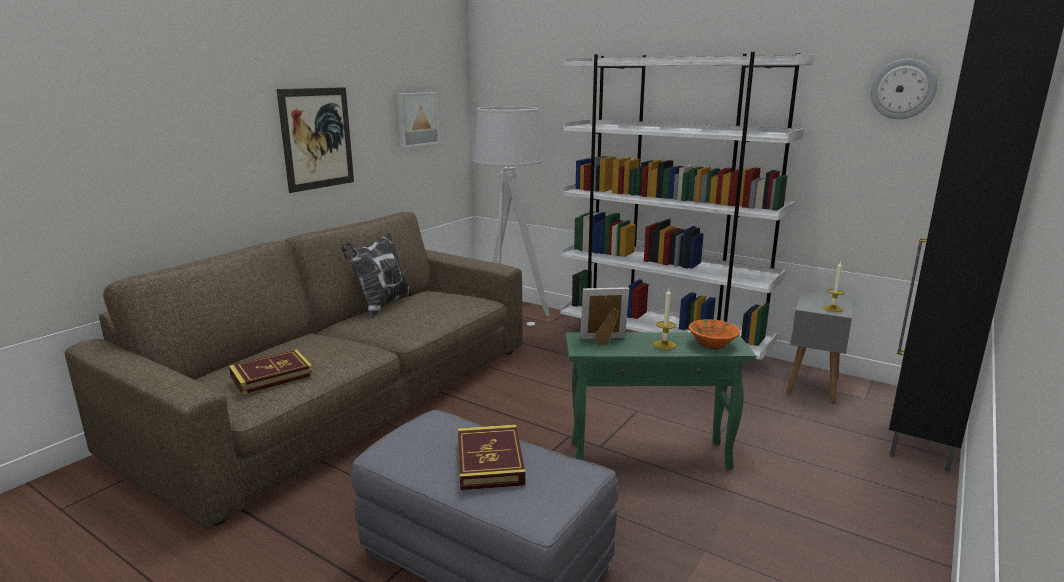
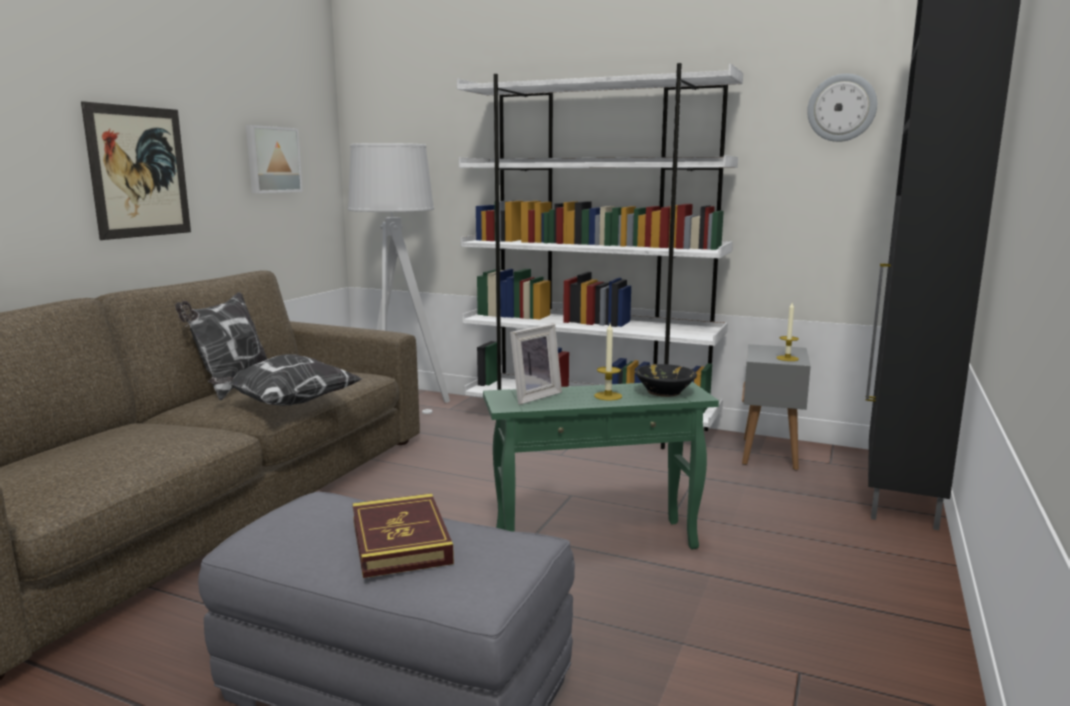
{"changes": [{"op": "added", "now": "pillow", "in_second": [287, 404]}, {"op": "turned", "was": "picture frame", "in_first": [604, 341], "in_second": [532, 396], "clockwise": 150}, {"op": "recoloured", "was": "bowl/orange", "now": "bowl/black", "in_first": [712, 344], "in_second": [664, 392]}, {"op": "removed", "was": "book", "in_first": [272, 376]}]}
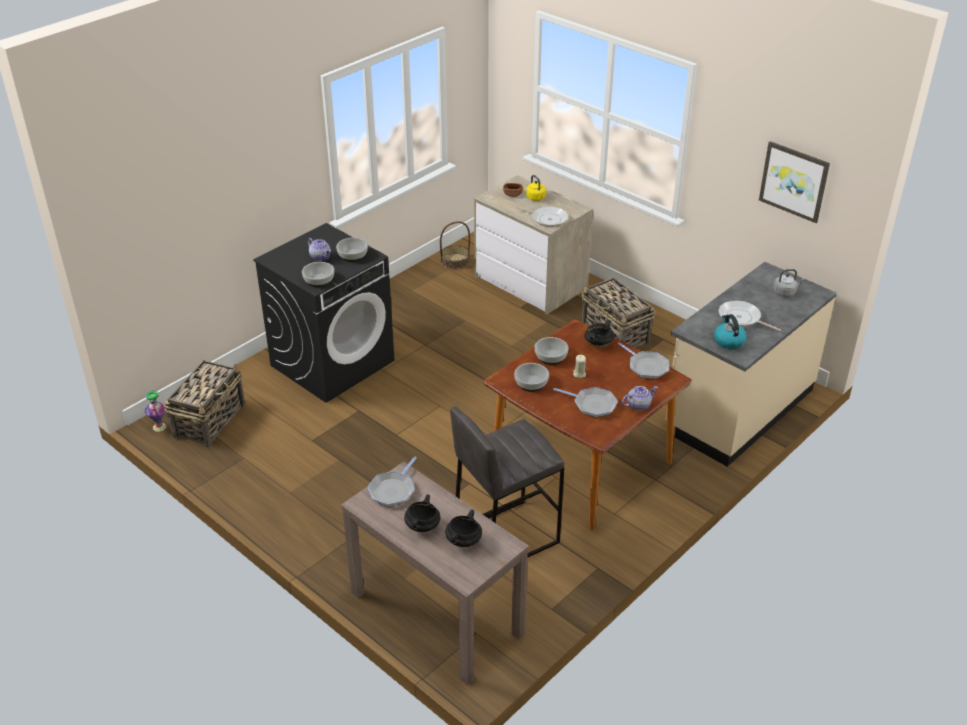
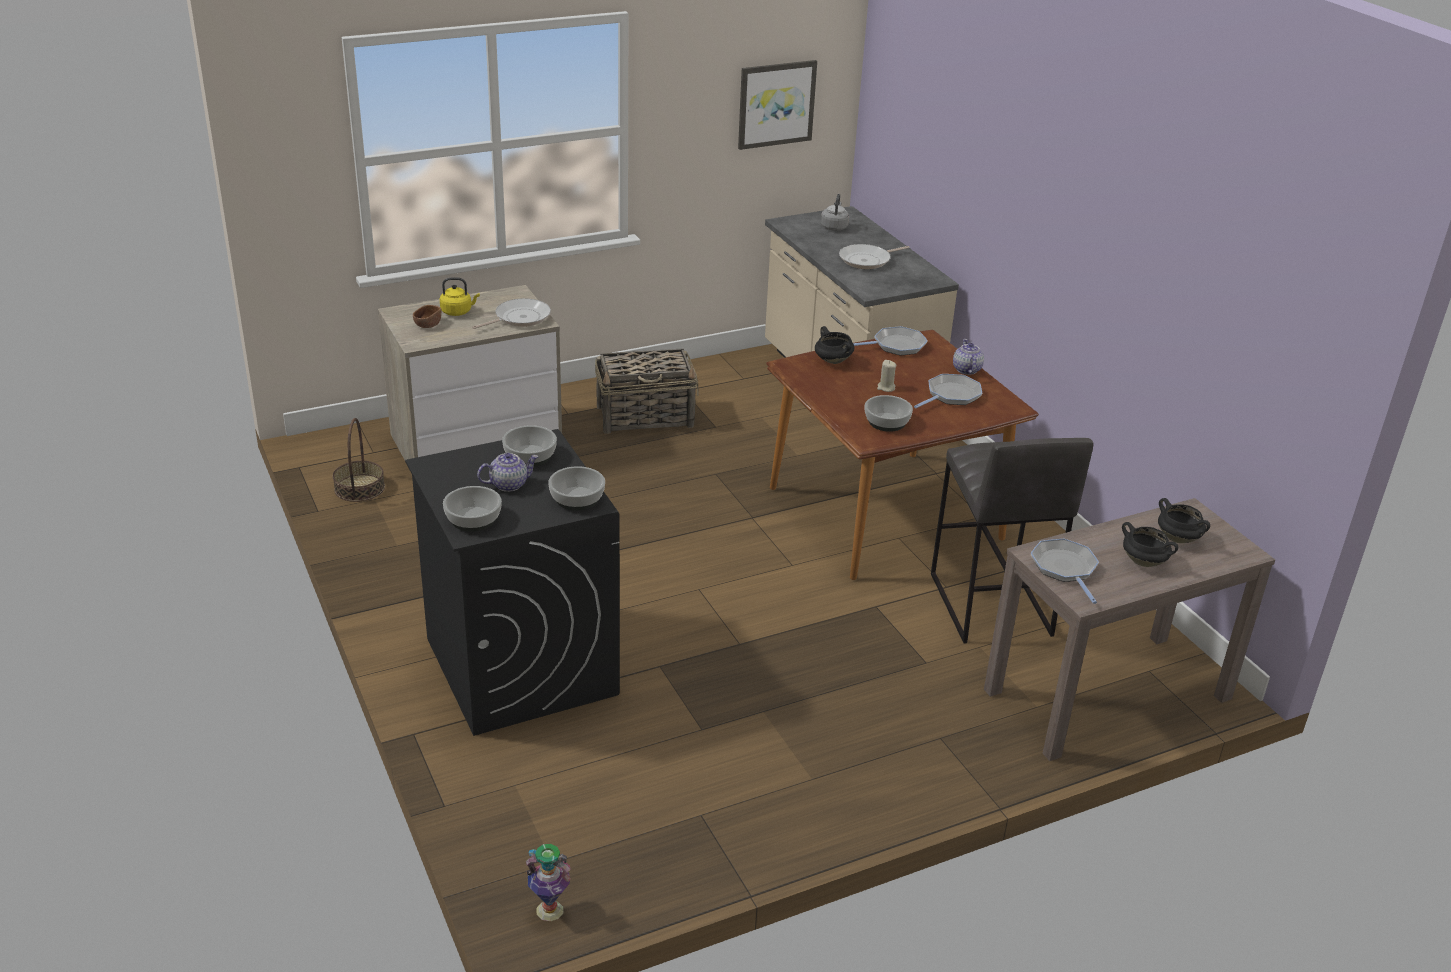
{"changes": [{"op": "moved", "was": "bowl", "in_first": [550, 356], "in_second": [472, 519]}, {"op": "turned", "was": "frying pan", "in_first": [393, 490], "in_second": [1065, 569], "clockwise": -150}, {"op": "removed", "was": "basket", "in_first": [210, 420]}, {"op": "removed", "was": "kettle", "in_first": [728, 341]}]}
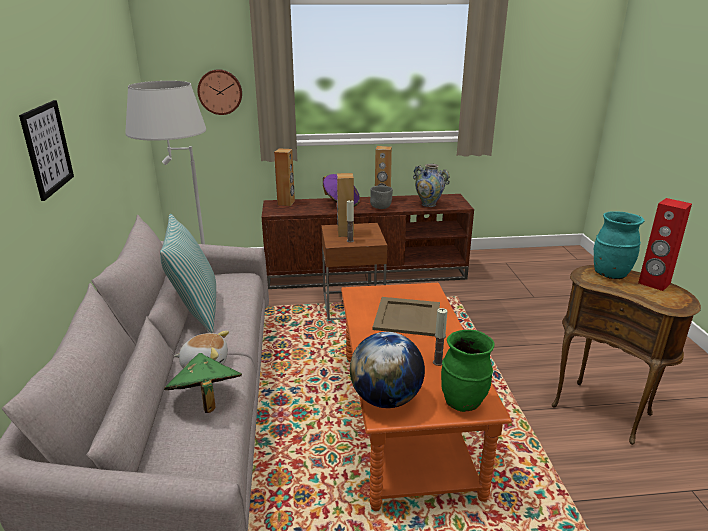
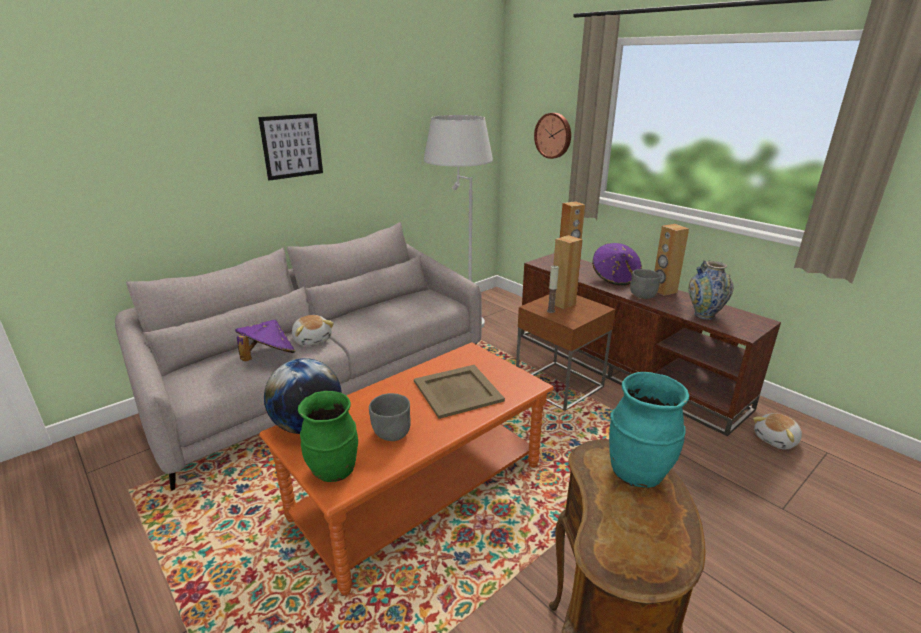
{"changes": [{"op": "recoloured", "was": "hat/green", "now": "hat/purple", "in_first": [206, 401], "in_second": [268, 357]}, {"op": "replaced", "was": "candle", "now": "bowl/grey", "in_first": [438, 362], "in_second": [391, 435]}, {"op": "added", "now": "plush toy", "in_second": [776, 440]}, {"op": "removed", "was": "pillow", "in_first": [196, 310]}, {"op": "removed", "was": "speaker/red", "in_first": [654, 283]}]}
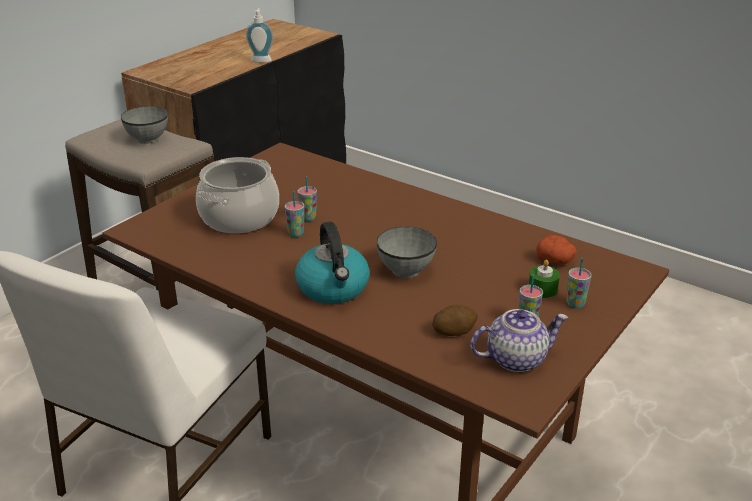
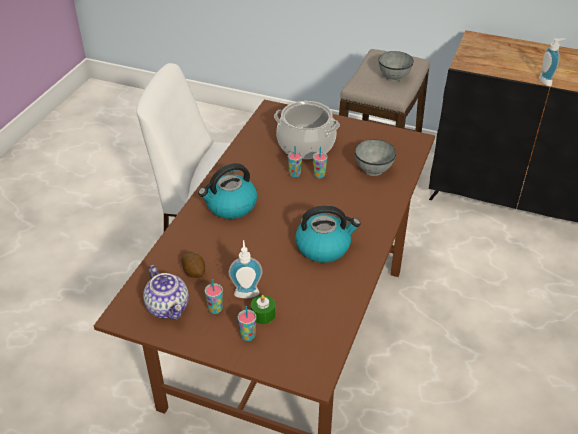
{"changes": [{"op": "added", "now": "soap dispenser", "in_second": [246, 291]}, {"op": "added", "now": "kettle", "in_second": [324, 247]}, {"op": "moved", "was": "bowl/grey", "in_first": [406, 271], "in_second": [373, 170]}, {"op": "removed", "was": "potato", "in_first": [555, 260]}]}
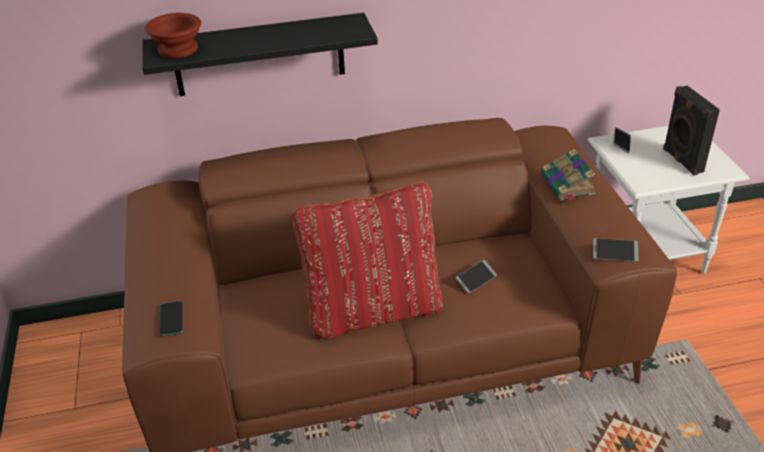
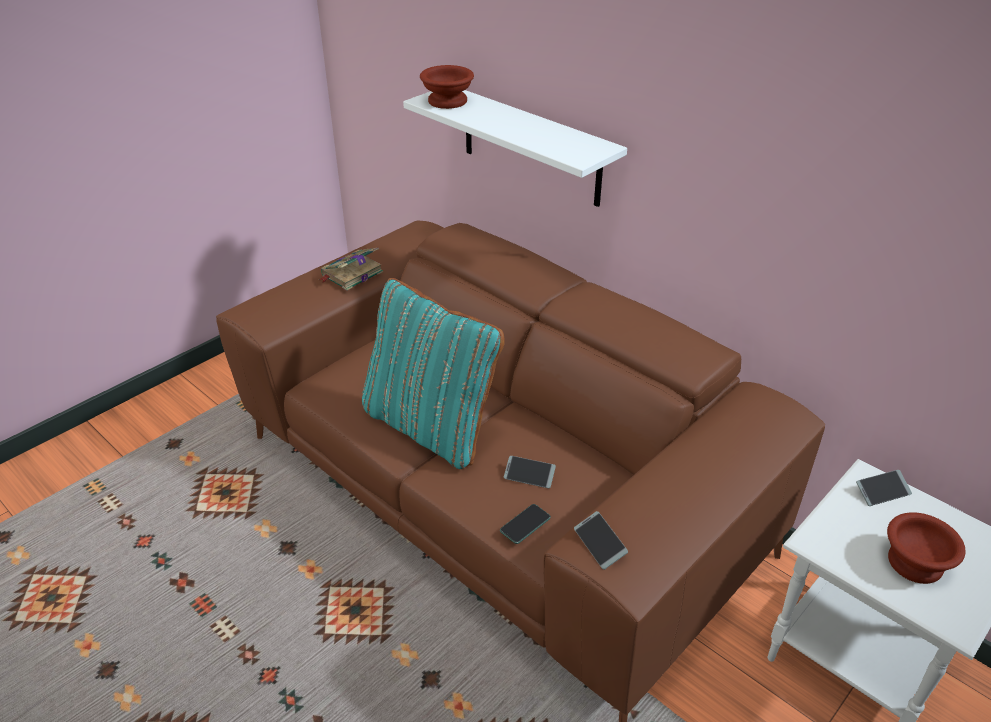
{"changes": [{"op": "moved", "was": "book", "in_first": [567, 185], "in_second": [351, 274]}, {"op": "recoloured", "was": "pillow/red", "now": "pillow/turquoise", "in_first": [373, 310], "in_second": [431, 426]}, {"op": "recoloured", "was": "shelf/black", "now": "shelf/white", "in_first": [259, 55], "in_second": [531, 146]}, {"op": "moved", "was": "phone", "in_first": [171, 319], "in_second": [525, 524]}, {"op": "replaced", "was": "speaker/black", "now": "bowl/brown", "in_first": [681, 161], "in_second": [916, 565]}]}
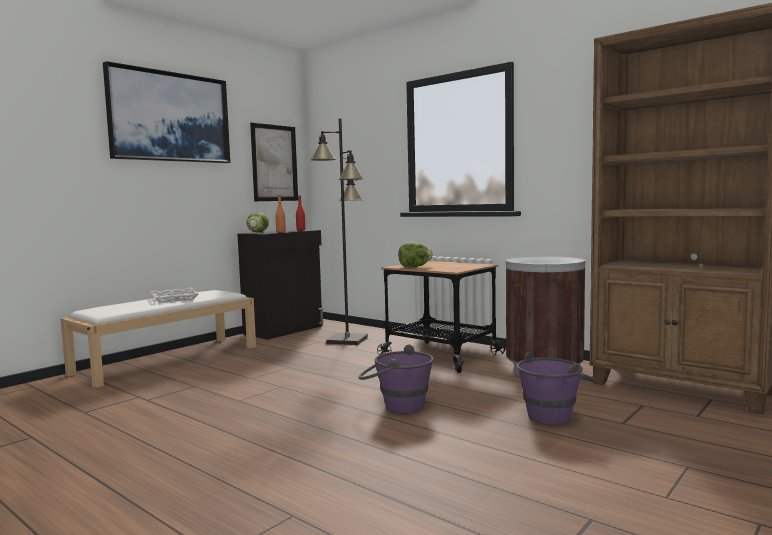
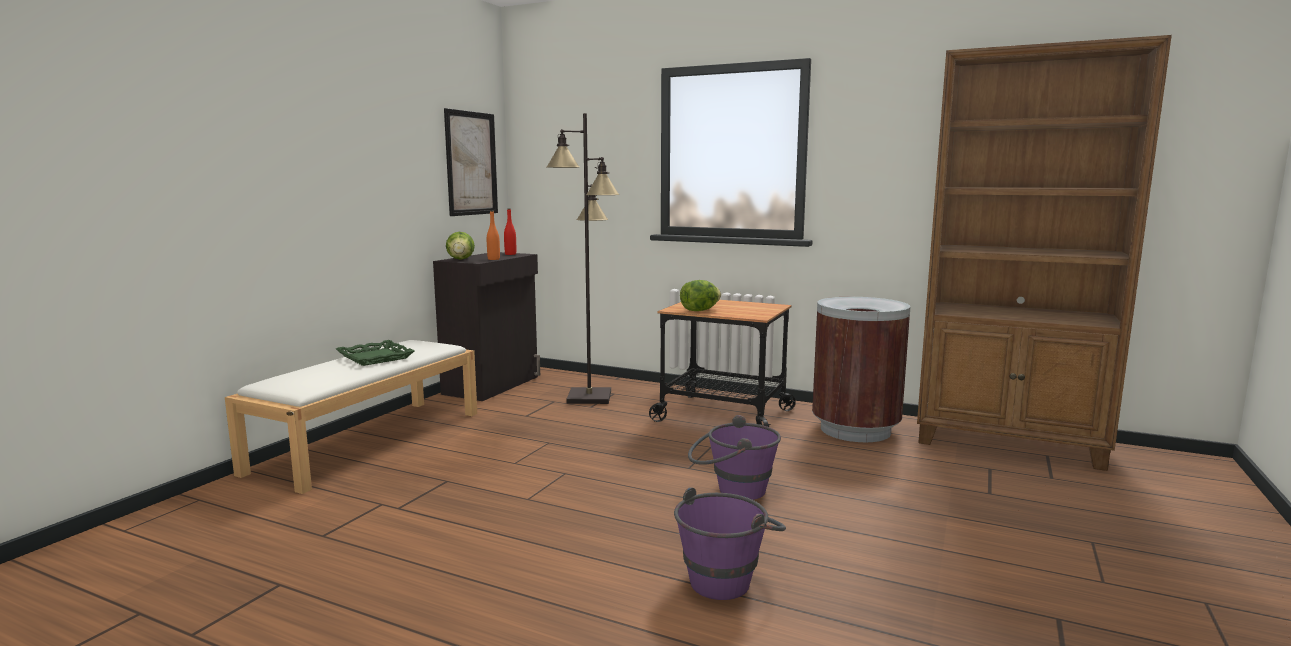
{"changes": [{"op": "recoloured", "was": "tray/white", "now": "tray/green", "in_first": [175, 298], "in_second": [376, 357]}, {"op": "moved", "was": "bucket/purple", "in_first": [555, 415], "in_second": [727, 577]}, {"op": "removed", "was": "picture", "in_first": [170, 117]}]}
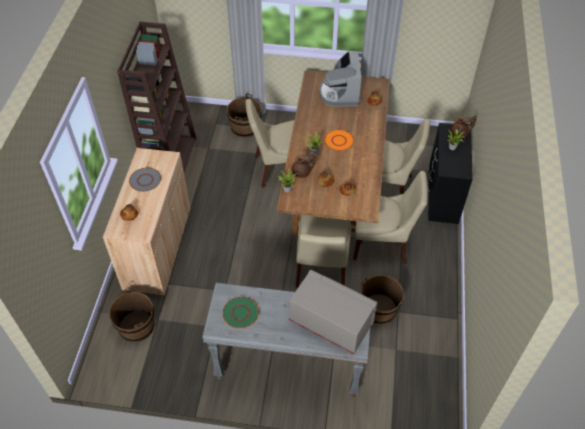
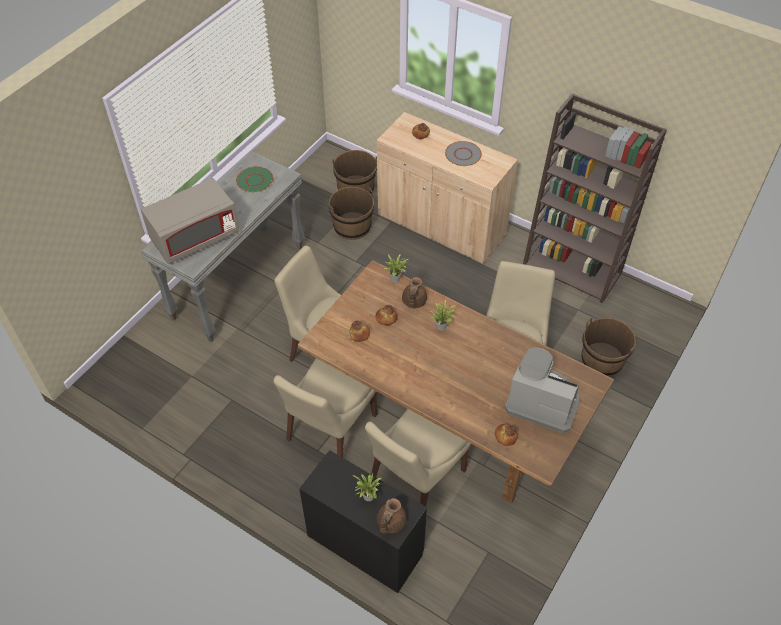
{"changes": [{"op": "moved", "was": "bucket/brown", "in_first": [379, 309], "in_second": [352, 226]}, {"op": "removed", "was": "plate/orange", "in_first": [339, 140]}]}
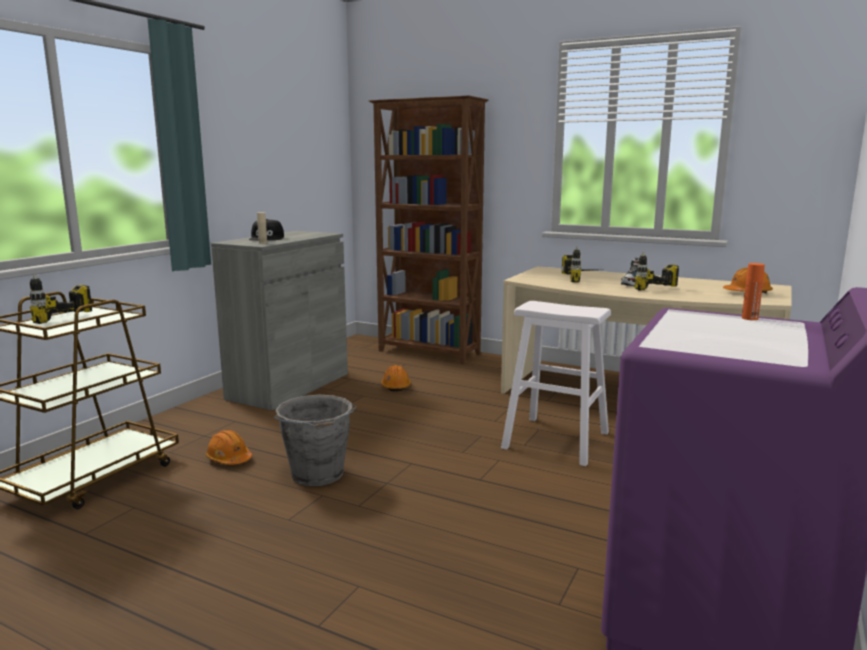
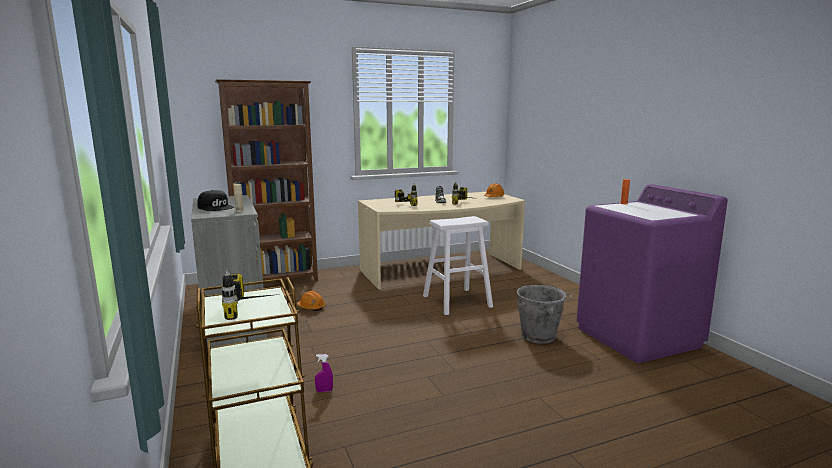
{"changes": [{"op": "replaced", "was": "hard hat/orange", "now": "spray bottle/purple", "in_first": [229, 459], "in_second": [324, 391]}, {"op": "moved", "was": "bucket/grey", "in_first": [318, 475], "in_second": [540, 336]}]}
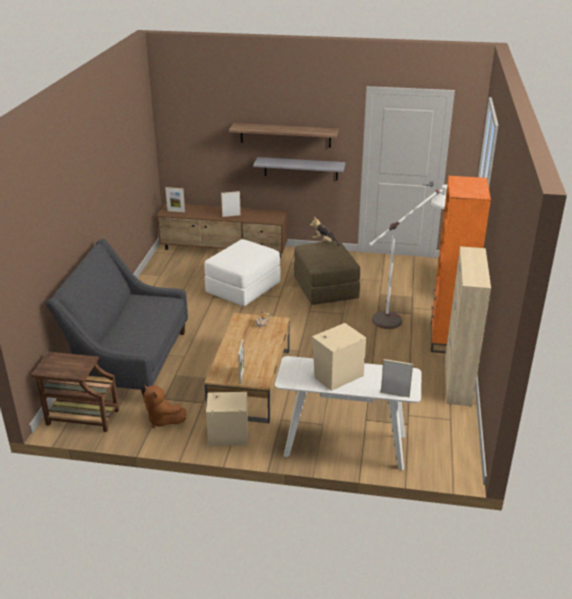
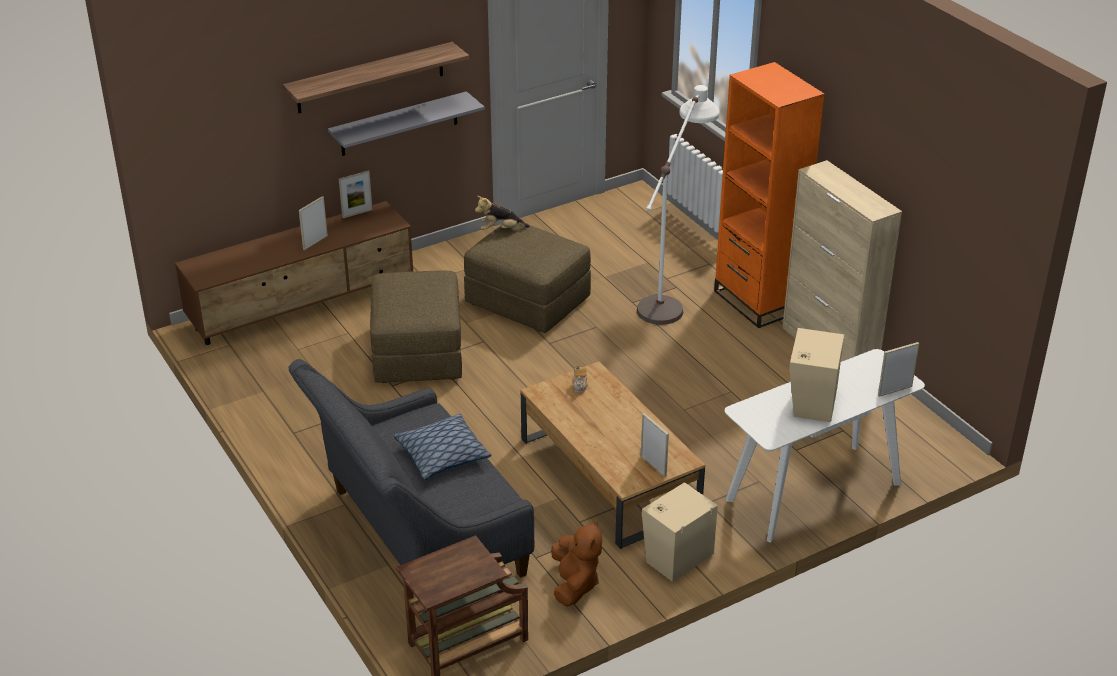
{"changes": [{"op": "moved", "was": "picture frame", "in_first": [176, 211], "in_second": [357, 213]}, {"op": "recoloured", "was": "ottoman/white", "now": "ottoman/brown", "in_first": [243, 288], "in_second": [417, 353]}, {"op": "added", "now": "pillow", "in_second": [443, 455]}, {"op": "turned", "was": "plush toy/brown", "in_first": [162, 420], "in_second": [574, 584], "clockwise": -90}]}
